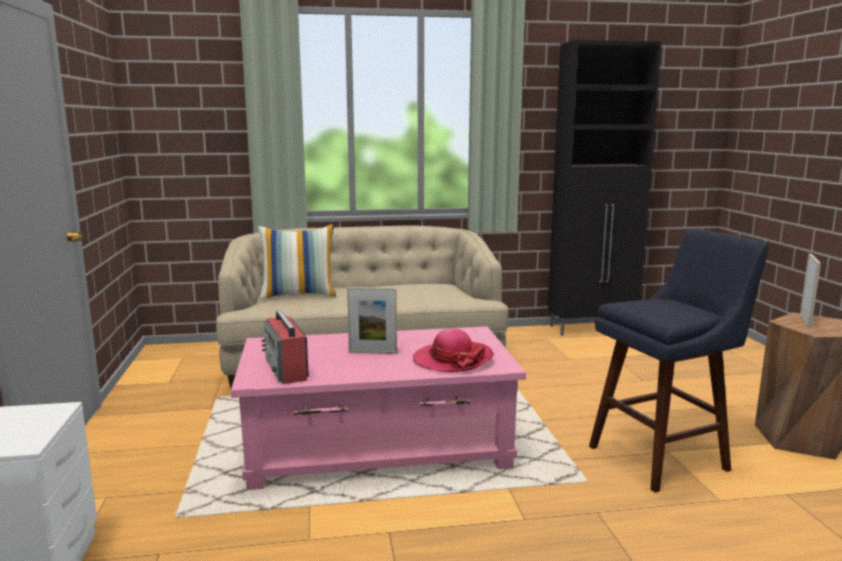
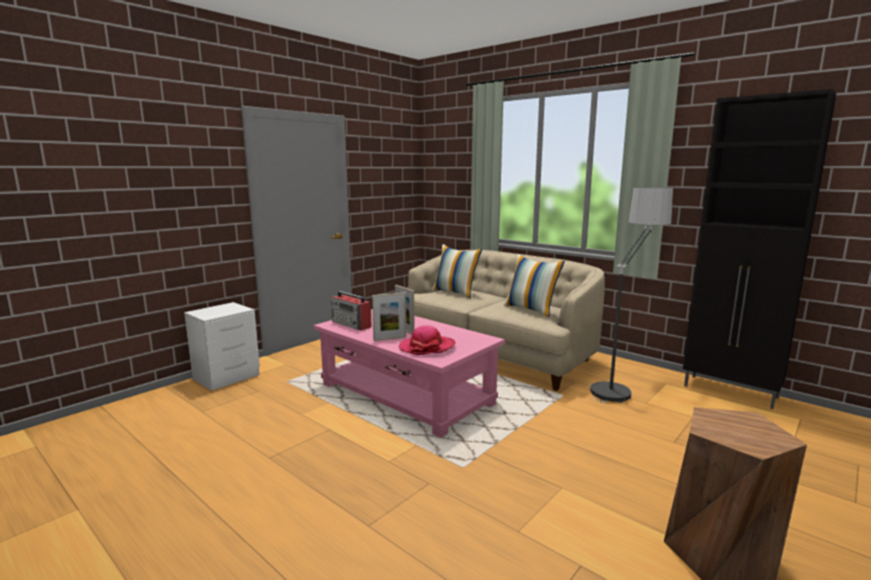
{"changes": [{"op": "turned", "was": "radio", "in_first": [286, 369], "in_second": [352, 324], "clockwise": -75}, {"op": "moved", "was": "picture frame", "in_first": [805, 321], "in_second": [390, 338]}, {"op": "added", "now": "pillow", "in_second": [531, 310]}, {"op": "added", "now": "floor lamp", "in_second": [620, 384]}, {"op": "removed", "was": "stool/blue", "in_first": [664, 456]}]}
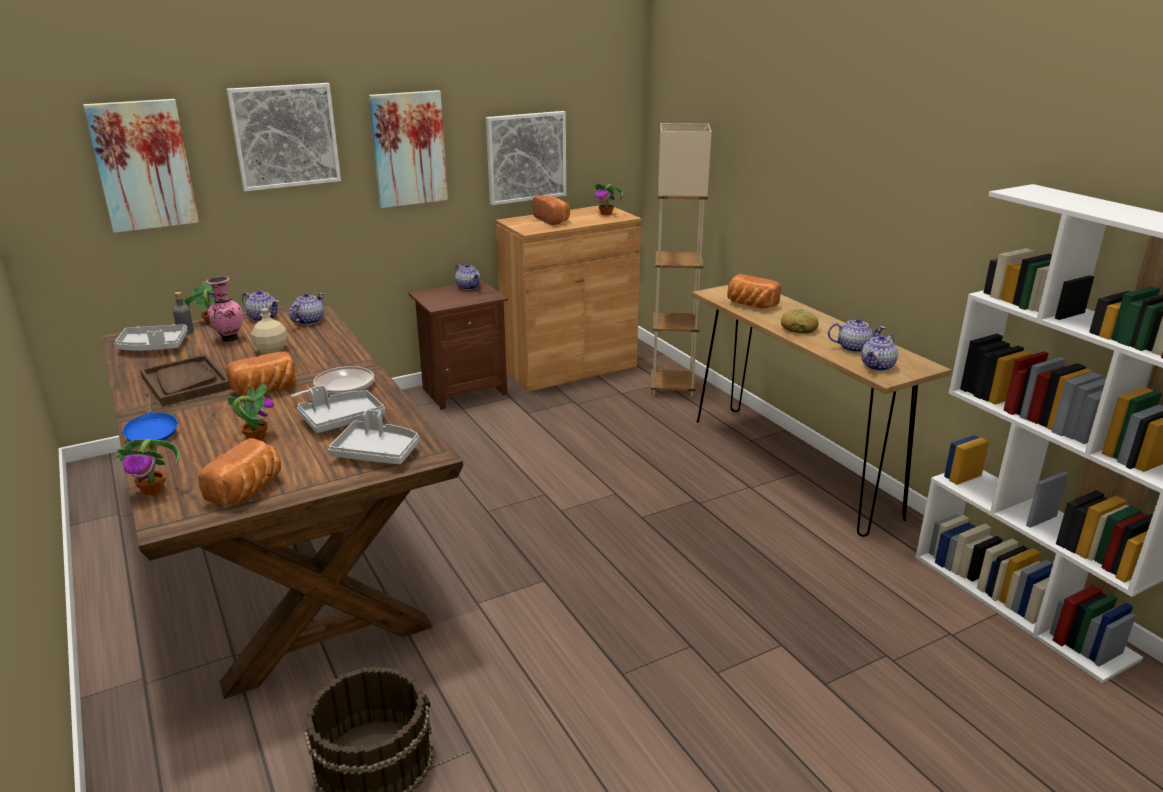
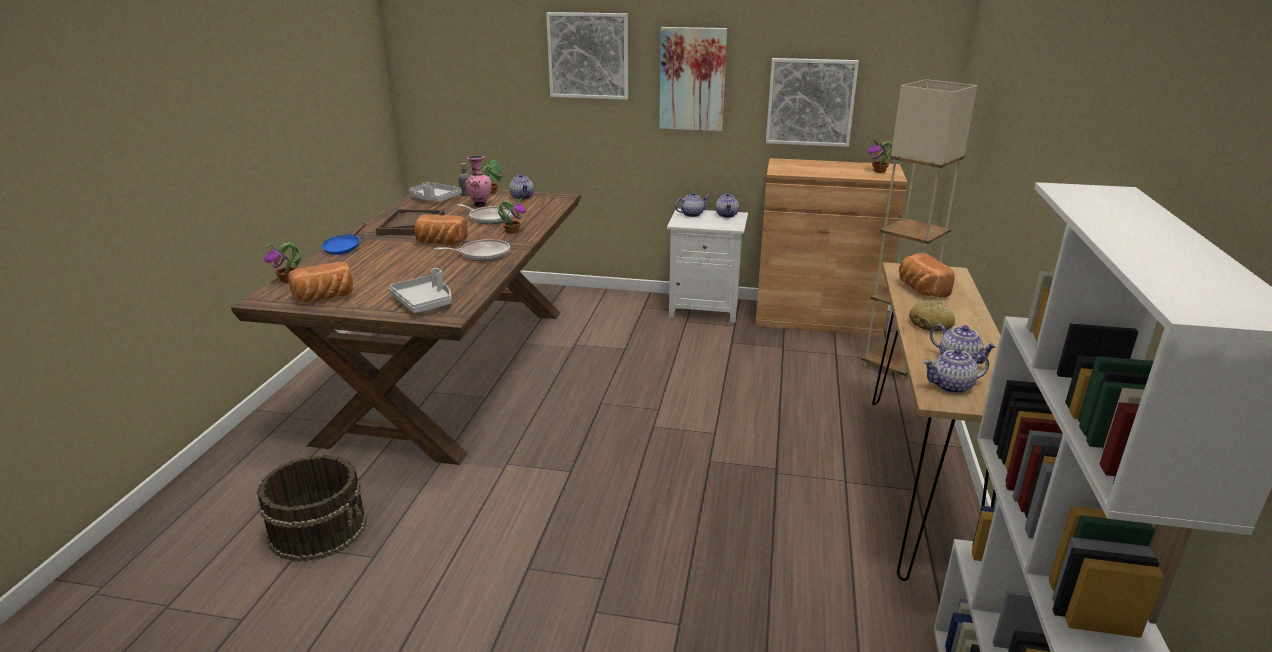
{"changes": [{"op": "replaced", "was": "bottle/beige", "now": "frying pan", "in_first": [271, 349], "in_second": [489, 218]}, {"op": "moved", "was": "potted plant", "in_first": [255, 437], "in_second": [512, 231]}, {"op": "recoloured", "was": "nightstand/brown", "now": "nightstand/white", "in_first": [463, 391], "in_second": [704, 308]}, {"op": "moved", "was": "teapot", "in_first": [309, 321], "in_second": [692, 214]}, {"op": "removed", "was": "picture", "in_first": [143, 165]}, {"op": "removed", "was": "tray/grey", "in_first": [341, 420]}, {"op": "removed", "was": "bread", "in_first": [553, 220]}]}
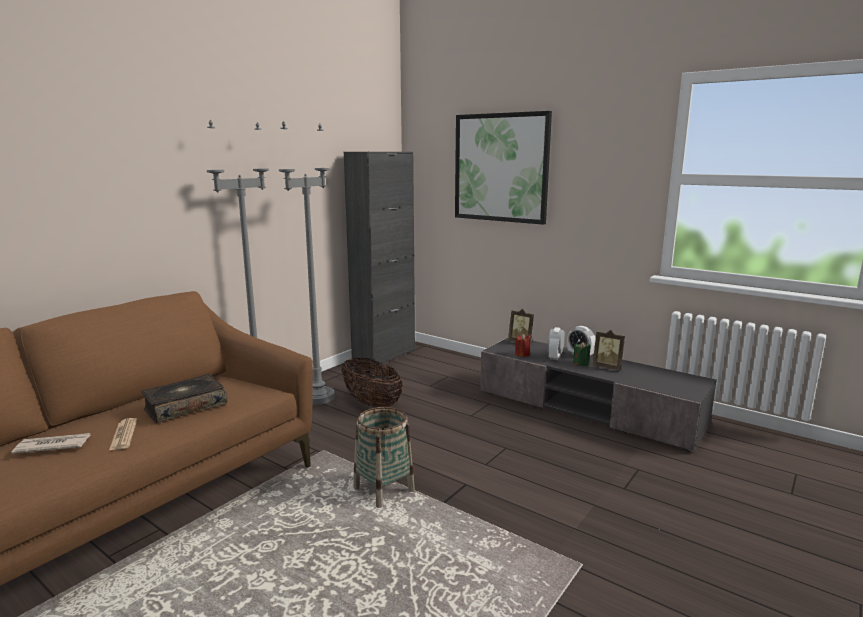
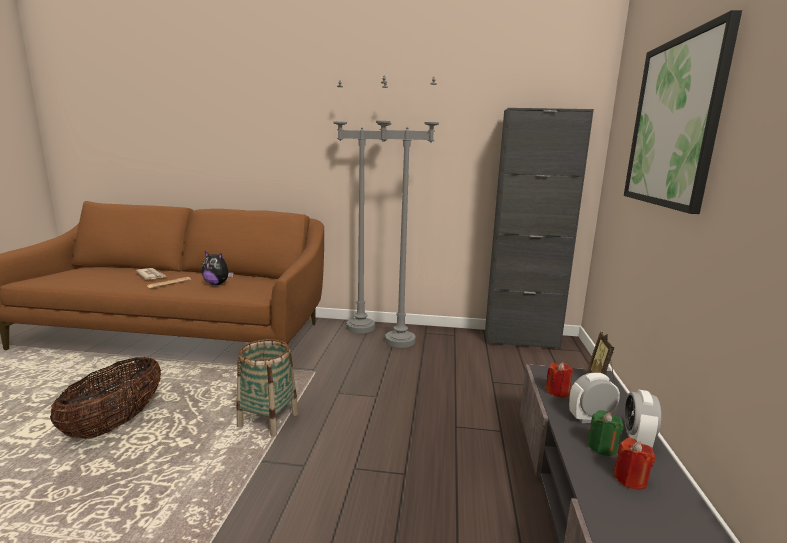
{"changes": [{"op": "moved", "was": "basket", "in_first": [371, 403], "in_second": [116, 423]}, {"op": "replaced", "was": "book", "now": "plush toy", "in_first": [185, 407], "in_second": [217, 284]}, {"op": "replaced", "was": "picture frame", "now": "candle/red", "in_first": [607, 367], "in_second": [630, 479]}]}
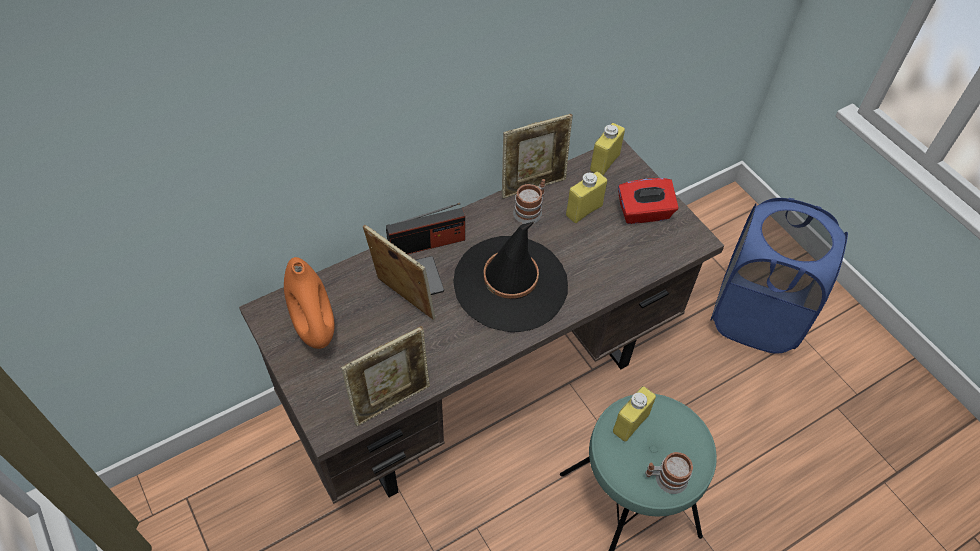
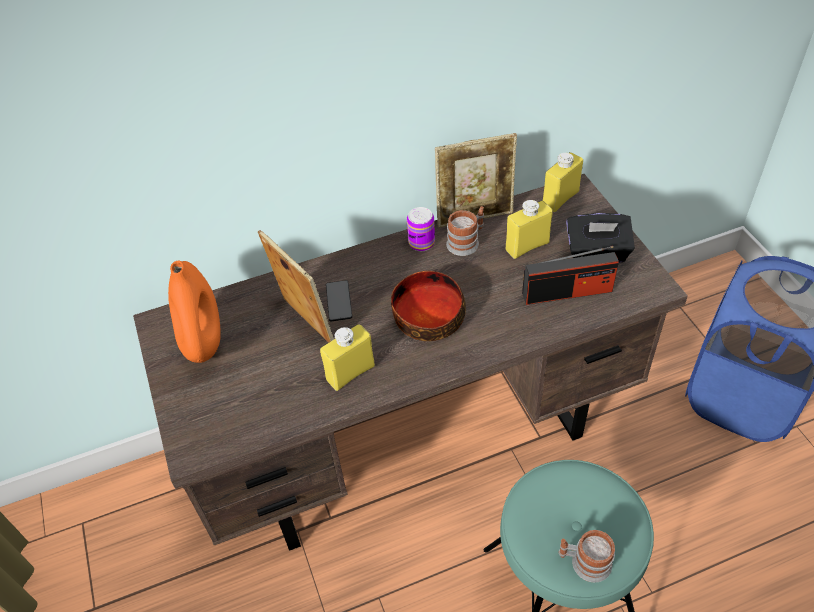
{"changes": [{"op": "moved", "was": "bottle/yellow", "in_first": [630, 423], "in_second": [350, 373]}, {"op": "replaced", "was": "hat/black", "now": "bowl", "in_first": [510, 284], "in_second": [428, 316]}, {"op": "added", "now": "can", "in_second": [421, 243]}, {"op": "moved", "was": "radio", "in_first": [427, 244], "in_second": [567, 292]}, {"op": "recoloured", "was": "tissue box/red", "now": "tissue box/black", "in_first": [644, 213], "in_second": [596, 253]}, {"op": "removed", "was": "picture frame", "in_first": [392, 401]}]}
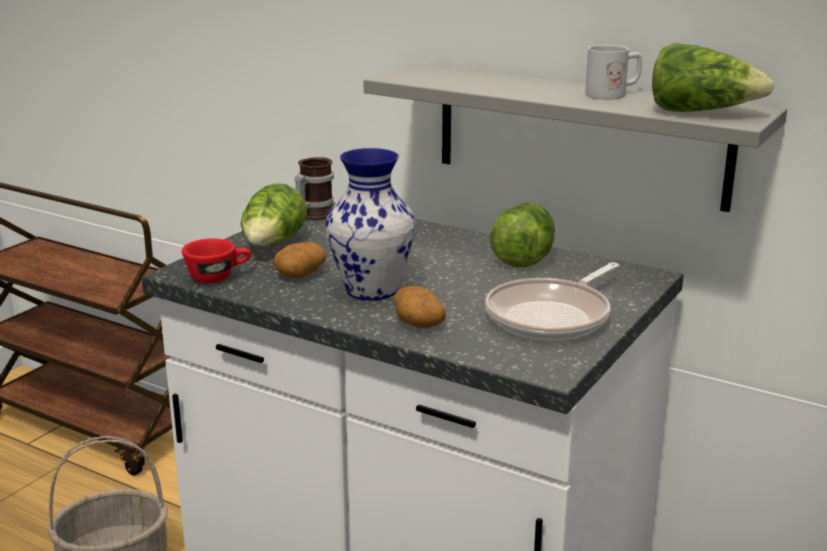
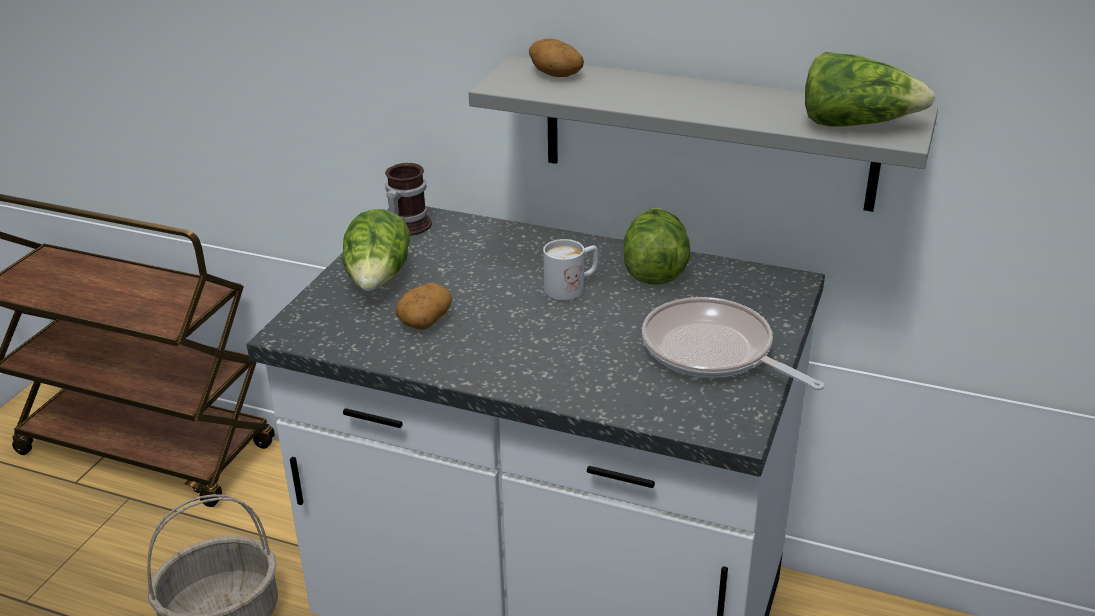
{"changes": [{"op": "moved", "was": "potato", "in_first": [417, 322], "in_second": [555, 73]}, {"op": "moved", "was": "mug/white", "in_first": [613, 94], "in_second": [572, 287]}, {"op": "turned", "was": "frying pan", "in_first": [552, 316], "in_second": [713, 352], "clockwise": 105}, {"op": "removed", "was": "cup/red", "in_first": [218, 277]}, {"op": "removed", "was": "vase", "in_first": [371, 291]}]}
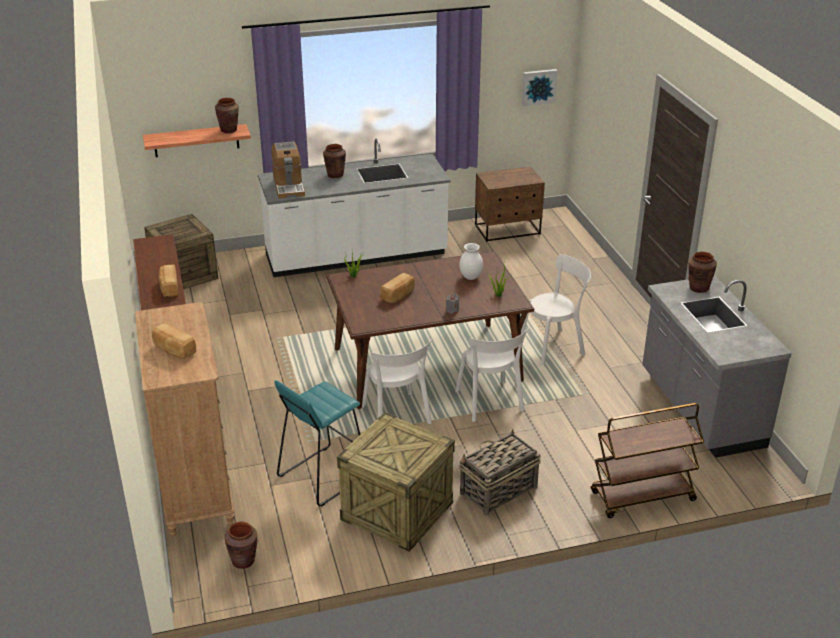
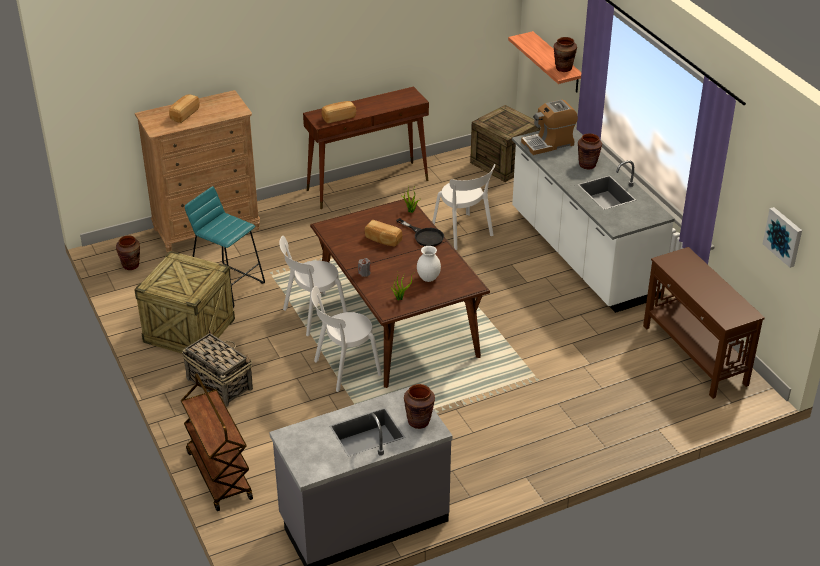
{"changes": [{"op": "added", "now": "frying pan/black", "in_second": [424, 236]}, {"op": "moved", "was": "chair/white", "in_first": [554, 346], "in_second": [463, 233]}, {"op": "replaced", "was": "nightstand/brown", "now": "console table/brown", "in_first": [508, 230], "in_second": [694, 355]}]}
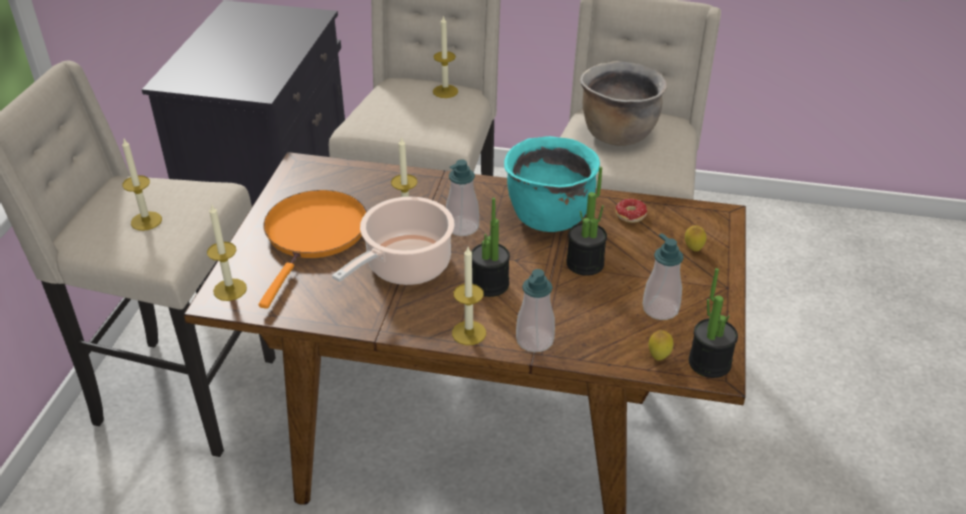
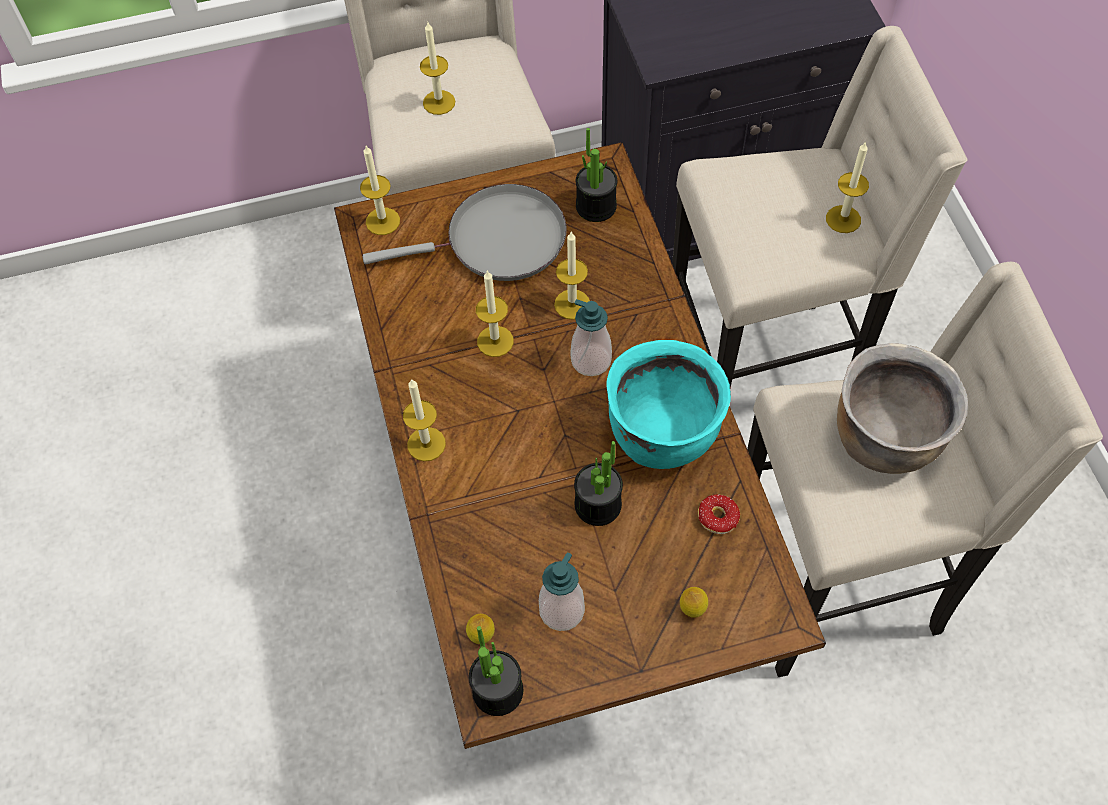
{"changes": [{"op": "recoloured", "was": "frying pan/orange", "now": "frying pan/grey", "in_first": [314, 235], "in_second": [498, 241]}, {"op": "replaced", "was": "cooking pot", "now": "candle", "in_first": [405, 266], "in_second": [495, 341]}, {"op": "moved", "was": "potted plant", "in_first": [489, 284], "in_second": [596, 206]}, {"op": "removed", "was": "soap dispenser", "in_first": [534, 340]}]}
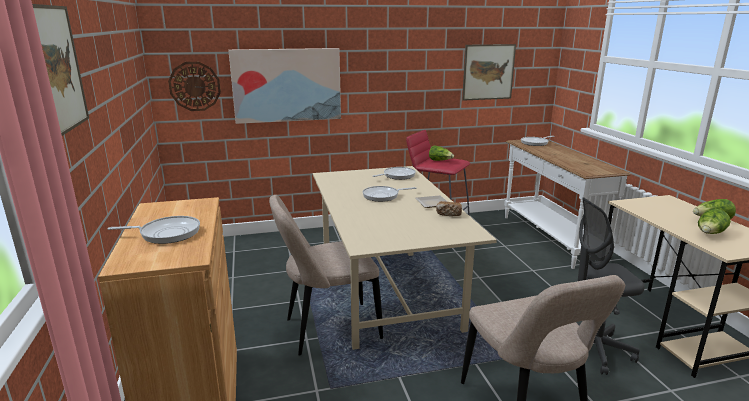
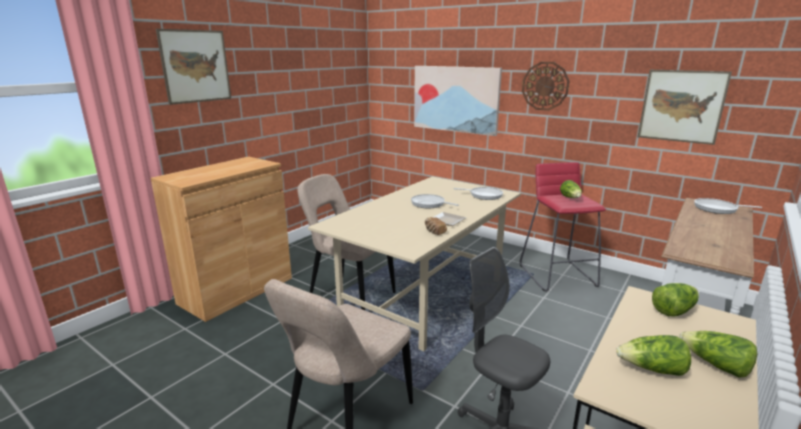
{"changes": [{"op": "moved", "was": "wall clock", "in_first": [195, 86], "in_second": [545, 86]}, {"op": "added", "now": "lettuce", "in_second": [673, 310]}, {"op": "removed", "was": "frying pan", "in_first": [166, 233]}]}
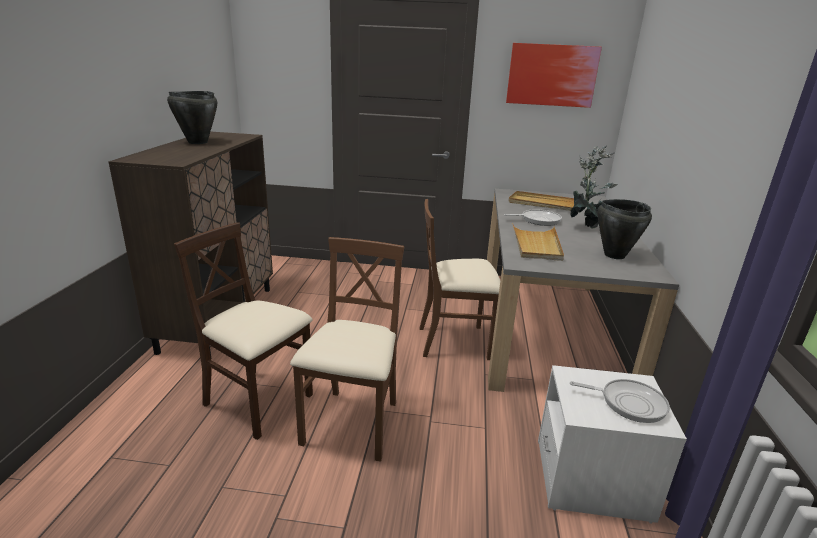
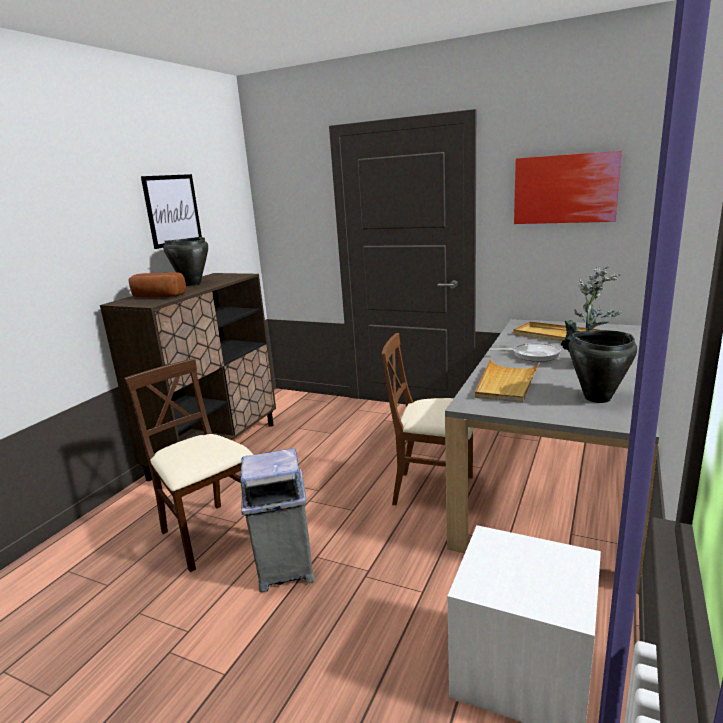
{"changes": [{"op": "added", "now": "bread", "in_second": [157, 297]}, {"op": "added", "now": "picture", "in_second": [172, 210]}, {"op": "replaced", "was": "chair/brown", "now": "trash can/grey", "in_first": [352, 424], "in_second": [284, 569]}, {"op": "removed", "was": "frying pan", "in_first": [628, 403]}]}
